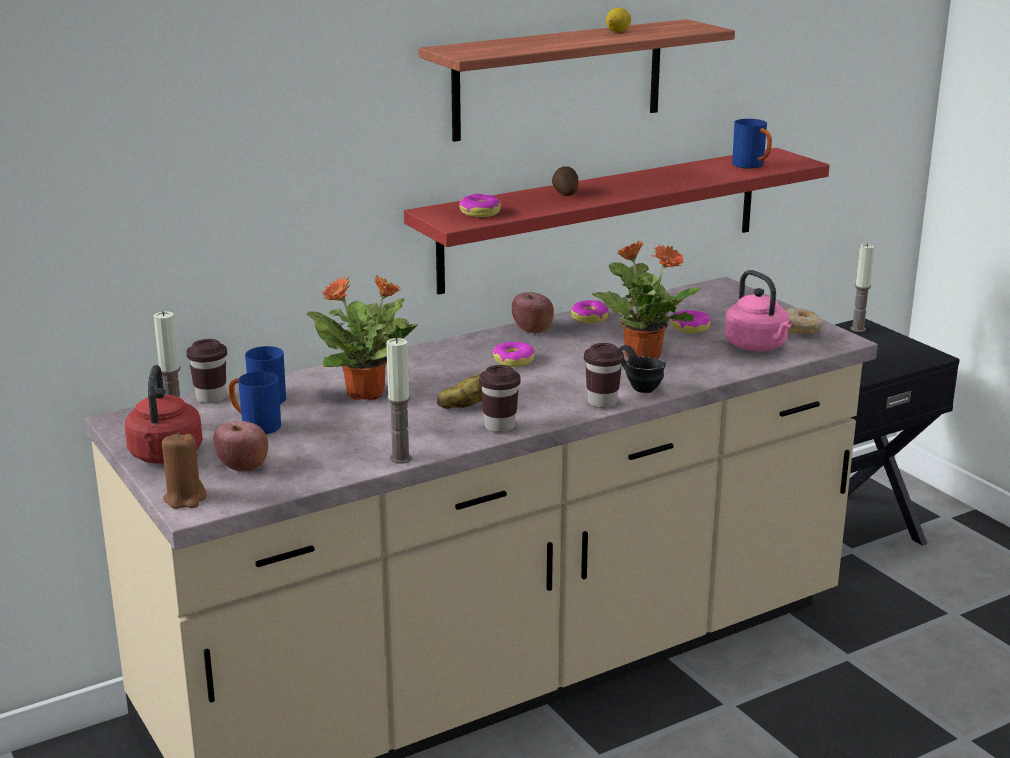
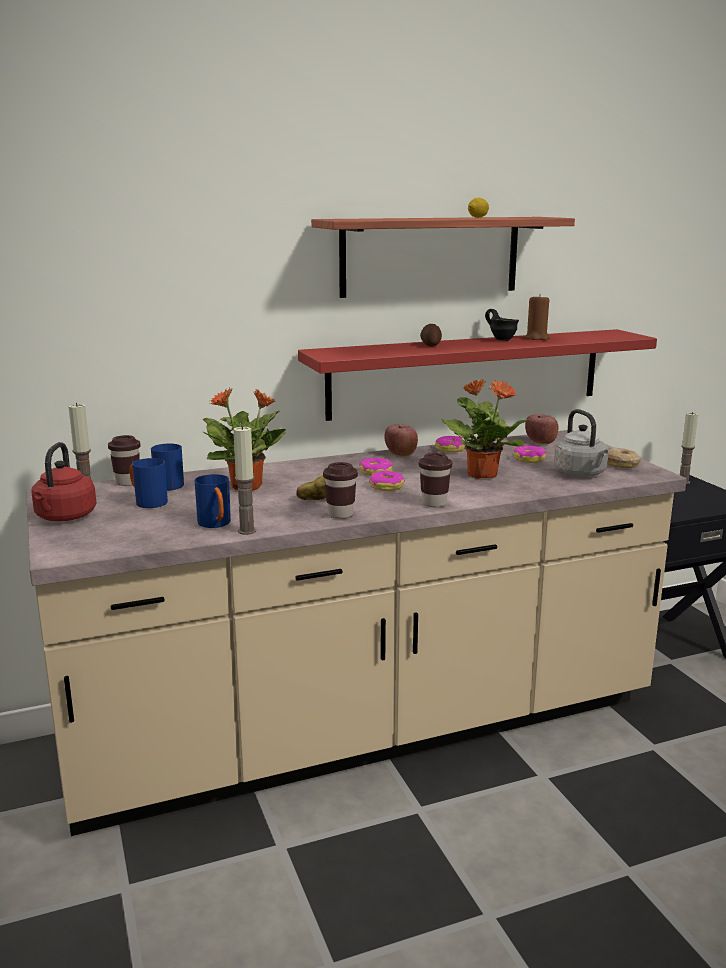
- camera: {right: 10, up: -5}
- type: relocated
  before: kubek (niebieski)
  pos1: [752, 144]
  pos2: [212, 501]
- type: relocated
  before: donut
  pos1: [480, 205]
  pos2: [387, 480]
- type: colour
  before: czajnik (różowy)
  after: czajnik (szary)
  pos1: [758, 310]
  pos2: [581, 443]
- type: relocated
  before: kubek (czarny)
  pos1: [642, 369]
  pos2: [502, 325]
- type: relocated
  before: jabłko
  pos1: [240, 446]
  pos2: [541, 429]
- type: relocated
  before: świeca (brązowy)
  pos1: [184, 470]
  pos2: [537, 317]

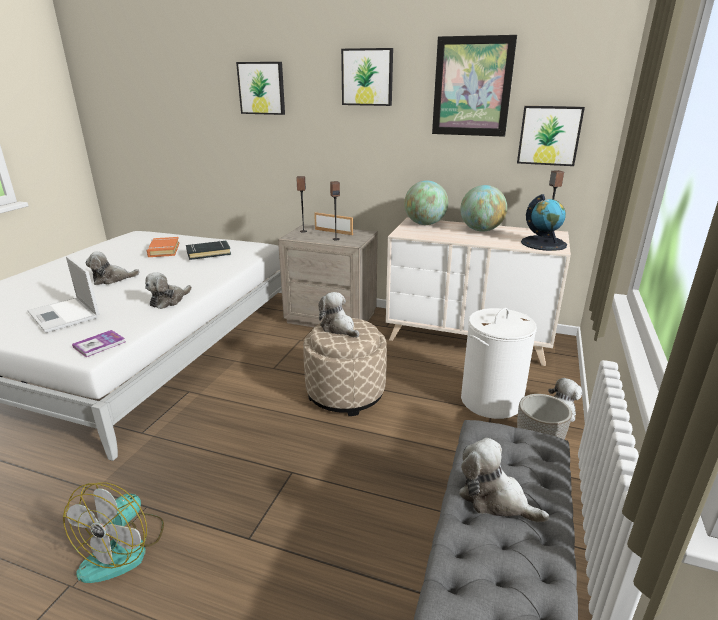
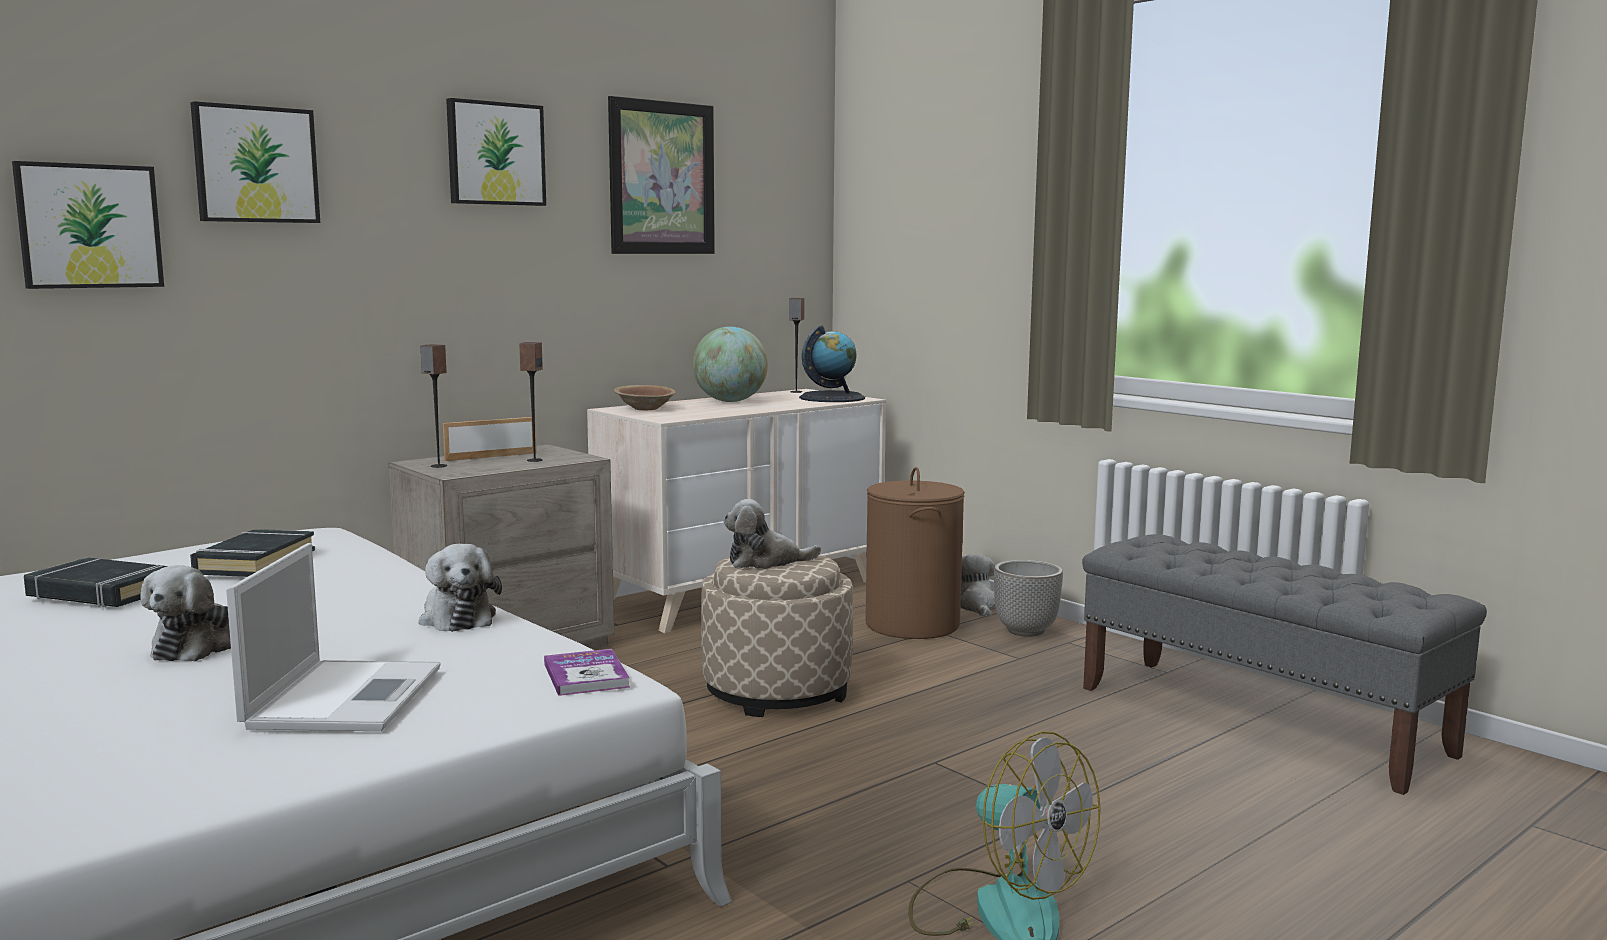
- camera: {right: -60, up: -15}
- type: relocated
  before: obraz
  pos1: [551, 136]
  pos2: [88, 225]
- type: exchanged
  before: globus
  after: miska (brązowy)
  pos1: [426, 203]
  pos2: [645, 397]
- type: colour
  before: książka (pomarańczowy)
  after: książka (czarny)
  pos1: [163, 247]
  pos2: [95, 582]
- type: spun
  before: laptop
  pos1: [63, 294]
  pos2: [333, 637]
  turn: -75
- type: colour
  before: kosz na pranie (biały)
  after: kosz na pranie (brązowy)
  pos1: [499, 363]
  pos2: [915, 553]
- type: missing
  before: pluszak
  pos1: [504, 480]

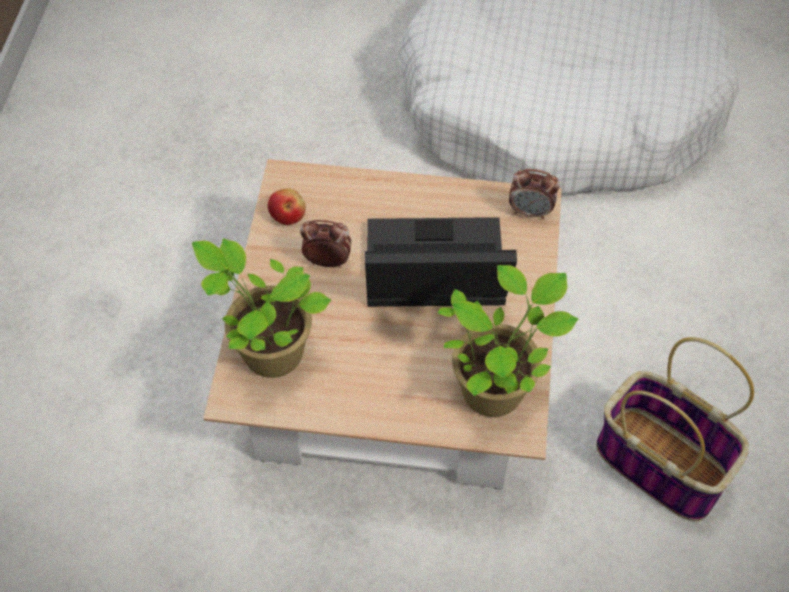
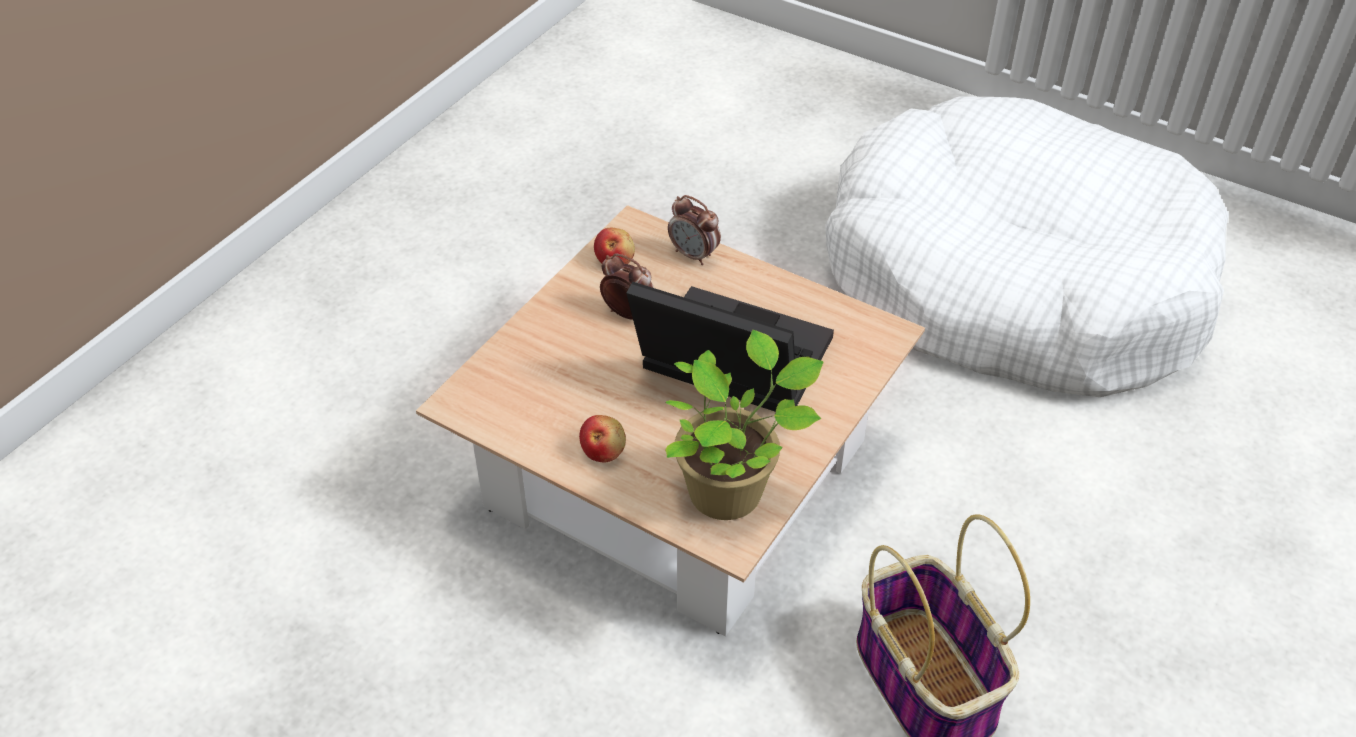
- camera: {right: 25, up: -10}
- type: relocated
  before: budzik
  pos1: [534, 194]
  pos2: [694, 230]
- type: missing
  before: roślina doniczkowa
  pos1: [261, 308]
- type: appeared
  after: jabłko
  pos2: [602, 439]

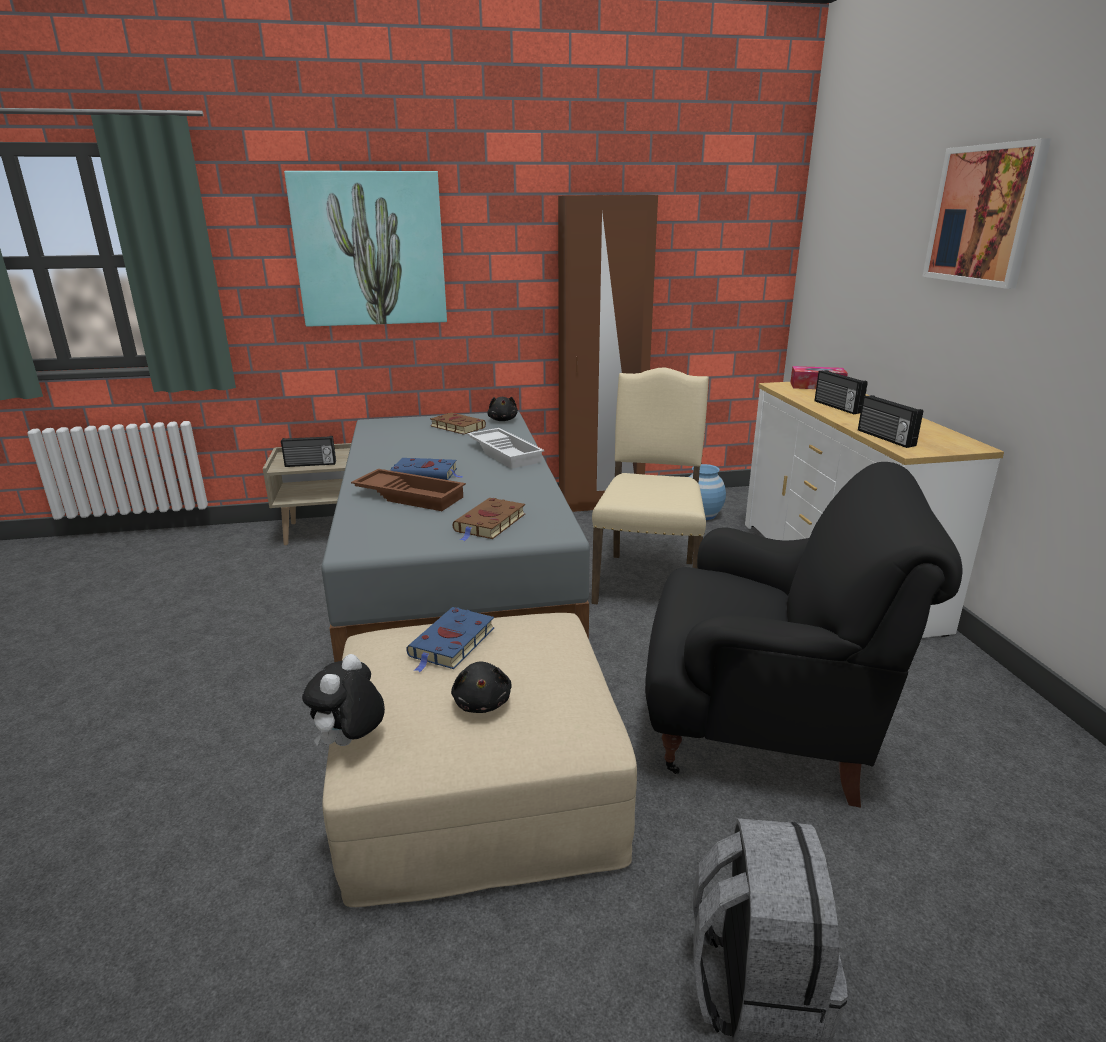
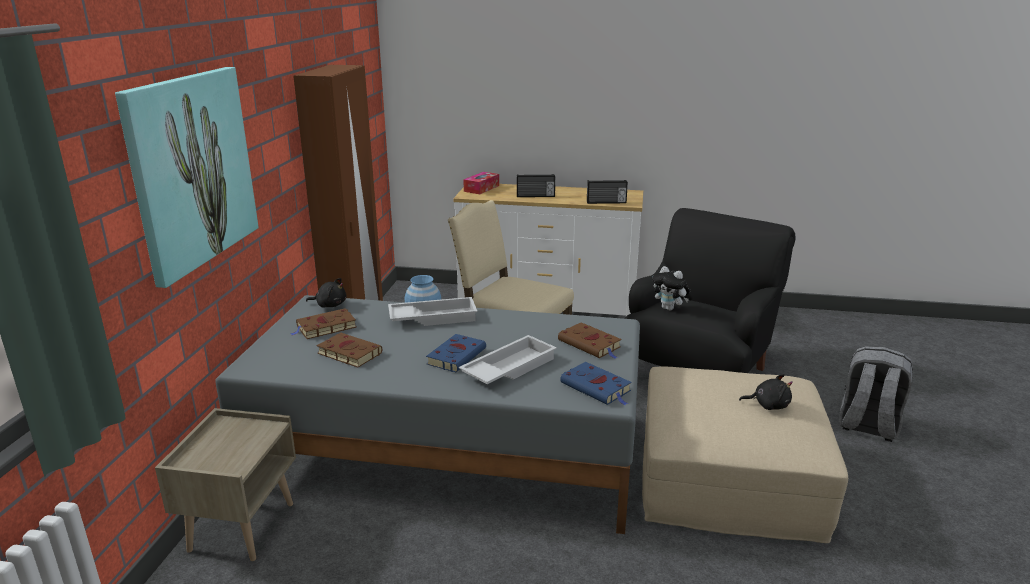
- camera: {right: -70, up: 0}
- type: missing
  before: obraz
  pos1: [986, 213]
- type: missing
  before: radio
  pos1: [308, 451]
- type: colour
  before: taca (brązowy)
  after: taca (biały)
  pos1: [408, 490]
  pos2: [508, 359]
- type: relocated
  before: książka (niebieski)
  pos1: [450, 639]
  pos2: [595, 383]
- type: relocated
  before: pluszak
  pos1: [343, 700]
  pos2: [671, 288]
- type: appeared
  after: książka (brązowy)
  pos2: [349, 350]

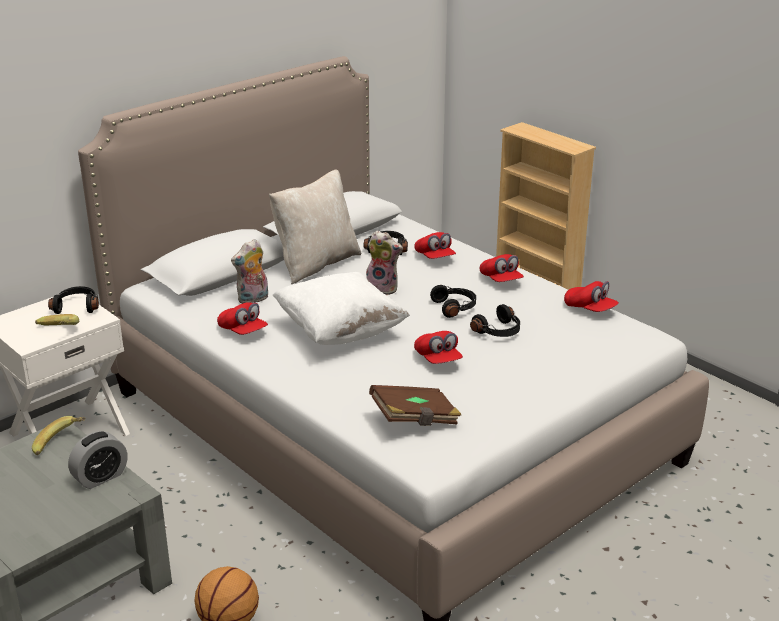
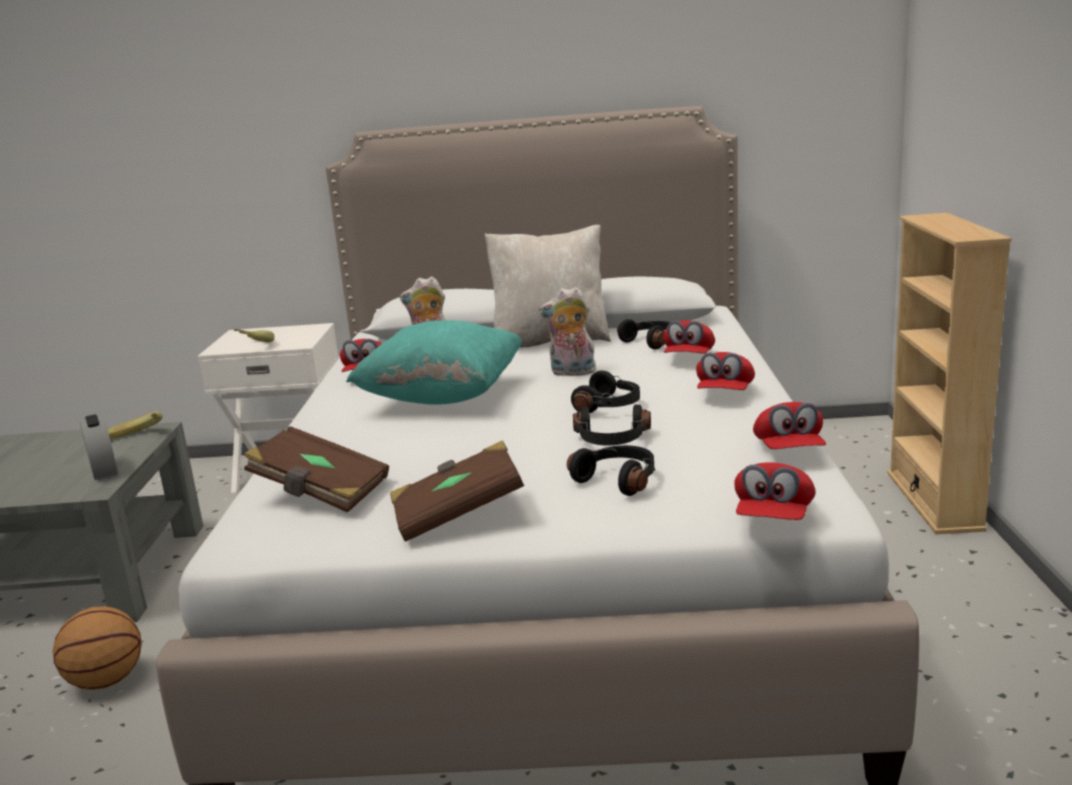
- camera: {right: 45, up: -10}
- type: spun
  before: pluszak
  pos1: [384, 263]
  pos2: [568, 331]
  turn: 120
- type: colour
  before: poduszka (biały)
  after: poduszka (turkusowy)
  pos1: [341, 308]
  pos2: [434, 362]
- type: relocated
  before: słuchawki (czarny)
  pos1: [73, 300]
  pos2: [611, 470]
- type: relocated
  before: czapka z daszkiem (czerwony)
  pos1: [438, 347]
  pos2: [775, 491]
- type: spun
  before: budzik
  pos1: [97, 460]
  pos2: [99, 447]
  turn: -120
- type: appeared
  after: książka (brązowy)
  pos2: [457, 491]

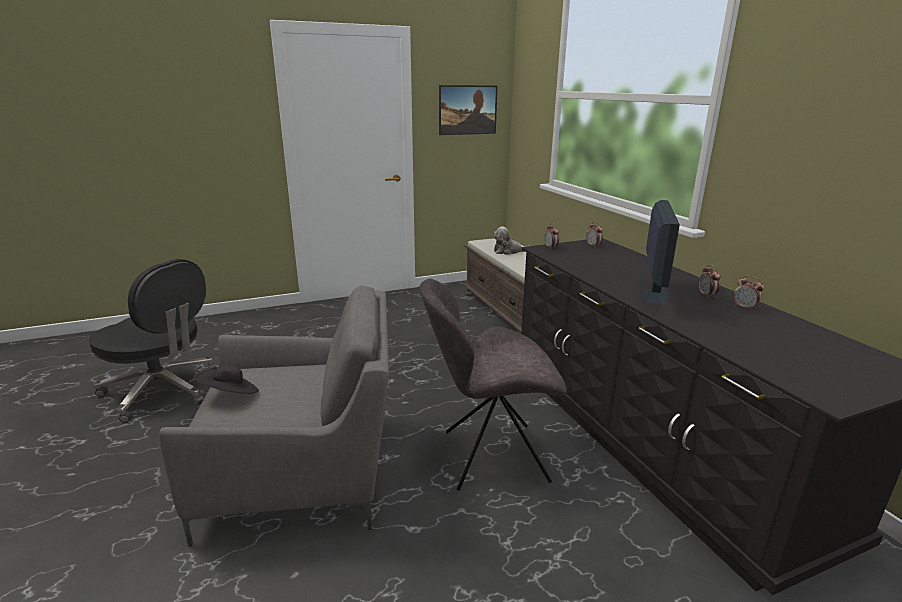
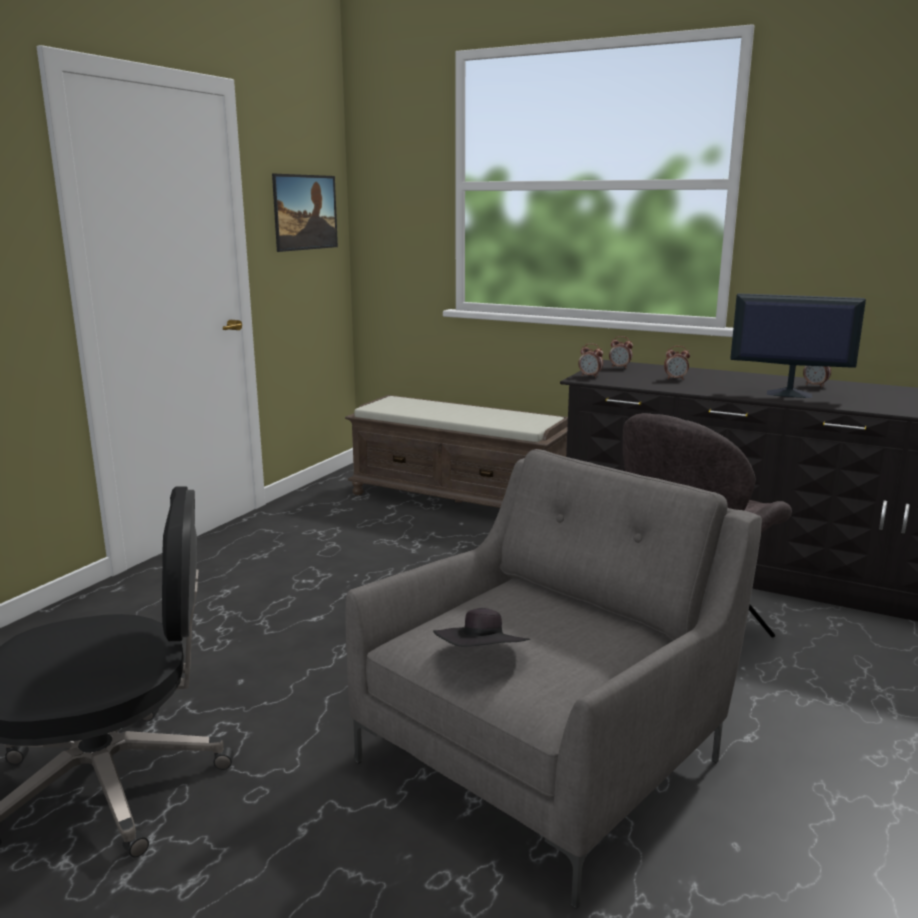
- camera: {right: -40, up: -5}
- type: spun
  before: monitor
  pos1: [661, 252]
  pos2: [798, 345]
  turn: -45
- type: missing
  before: pluszak
  pos1: [510, 240]
- type: relocated
  before: budzik
  pos1: [748, 293]
  pos2: [677, 363]

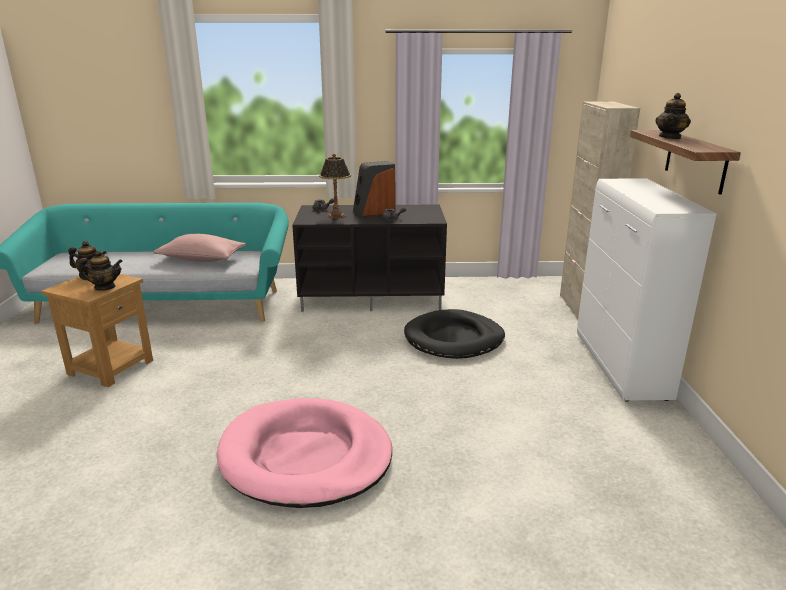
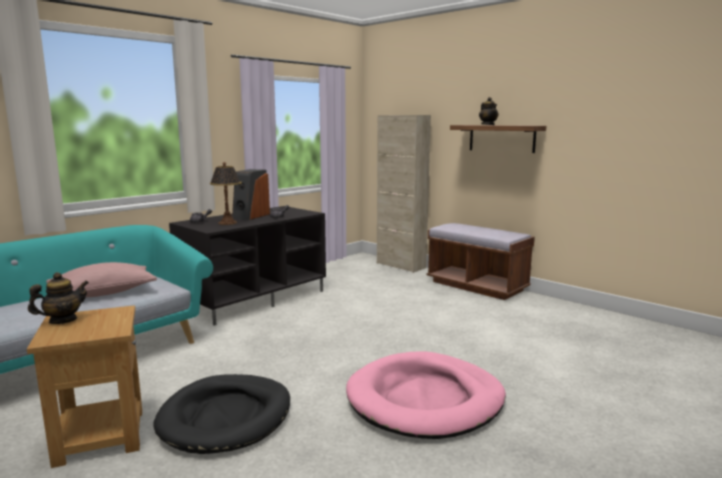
- camera: {right: -45, up: -10}
- type: exchanged
  before: szafka (biały)
  after: ławka (brązowy)
  pos1: [647, 290]
  pos2: [481, 261]
- type: missing
  before: imbryk
  pos1: [101, 270]
- type: relocated
  before: legowisko (czarny)
  pos1: [454, 334]
  pos2: [221, 414]

